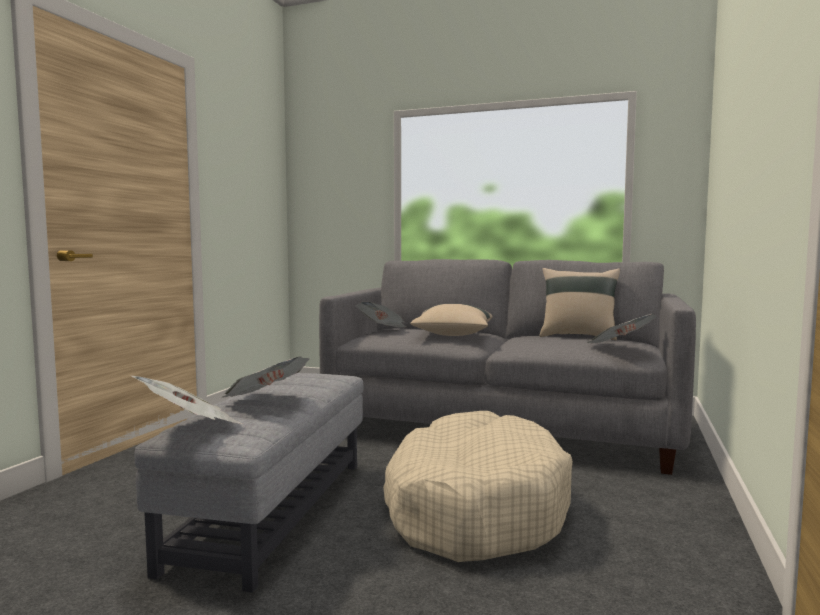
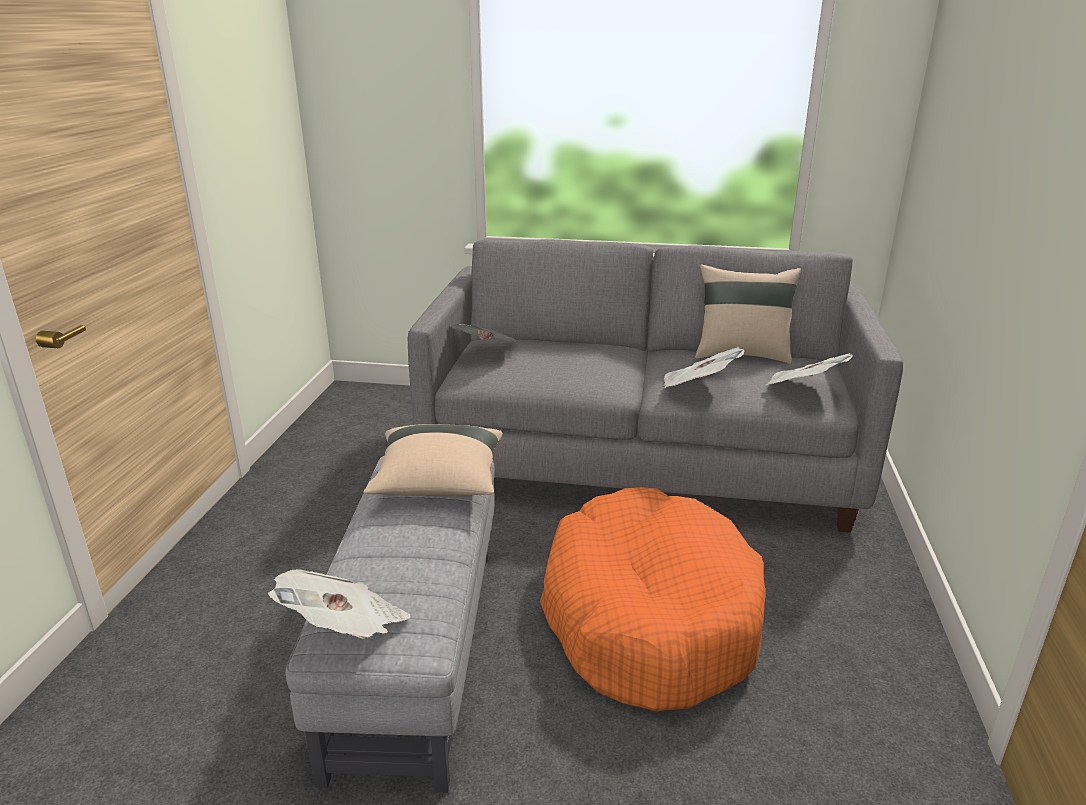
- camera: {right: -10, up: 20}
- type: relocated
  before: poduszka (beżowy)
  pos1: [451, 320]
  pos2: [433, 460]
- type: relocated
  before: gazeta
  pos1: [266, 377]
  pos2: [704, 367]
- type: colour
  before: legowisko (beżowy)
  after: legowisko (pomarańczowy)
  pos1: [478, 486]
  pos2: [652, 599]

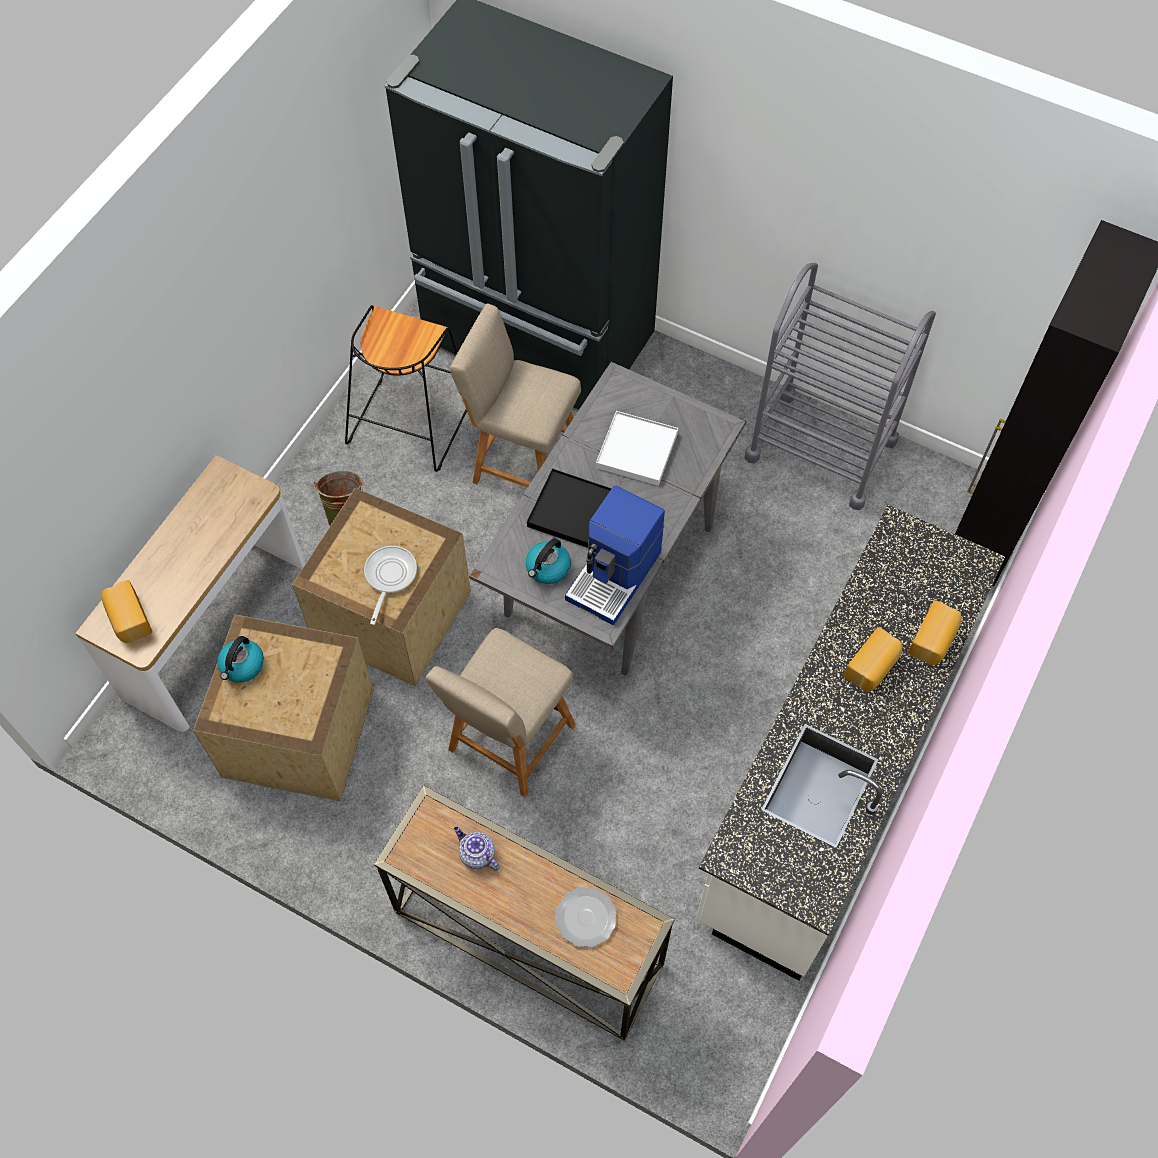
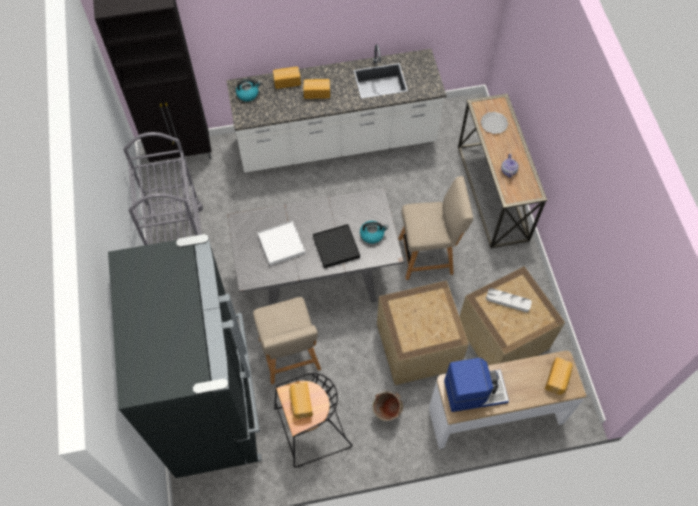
- camera: {right: -130, up: 0}
- type: relocated
  before: ekspres do kawy
  pos1: [615, 555]
  pos2: [476, 385]
- type: missing
  before: patelnia
  pos1: [390, 585]
- type: relocated
  before: czajnik
  pos1: [240, 659]
  pos2: [248, 90]
- type: appeared
  after: taca (szary)
  pos2: [509, 300]
- type: appeared
  after: chleb
  pos2: [301, 400]

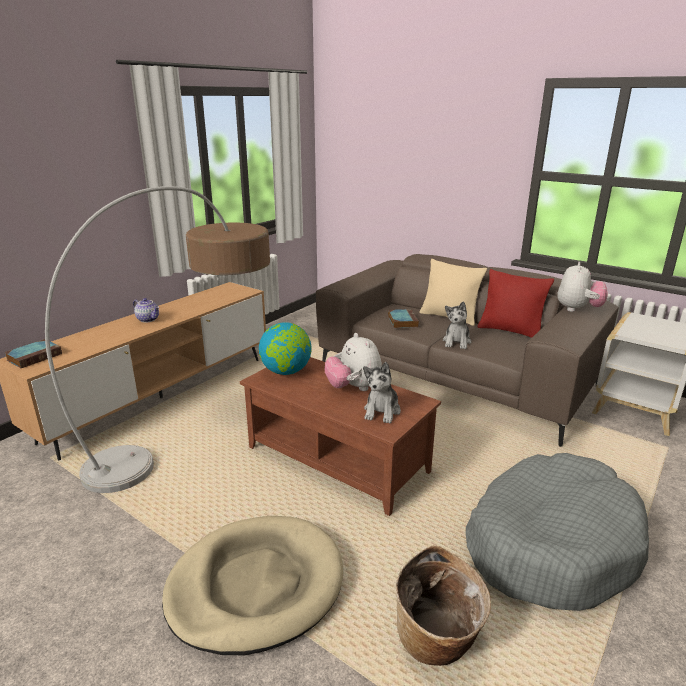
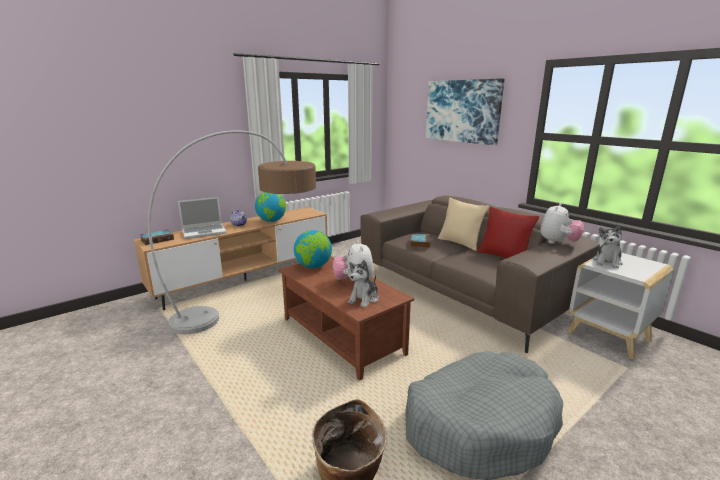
- camera: {right: 15, up: -5}
- type: relocated
  before: pluszak
  pos1: [457, 325]
  pos2: [608, 246]
- type: missing
  before: legowisko (beżowy)
  pos1: [252, 585]
- type: appeared
  after: obraz
  pos2: [465, 111]
- type: appeared
  after: globus
  pos2: [270, 207]
- type: appeared
  after: laptop
  pos2: [202, 218]

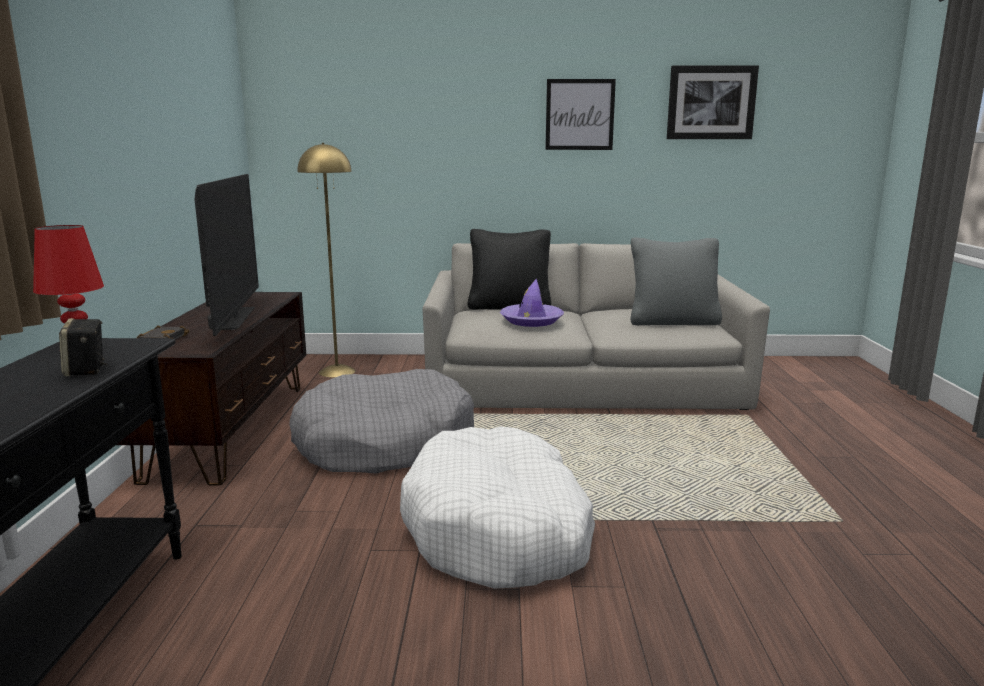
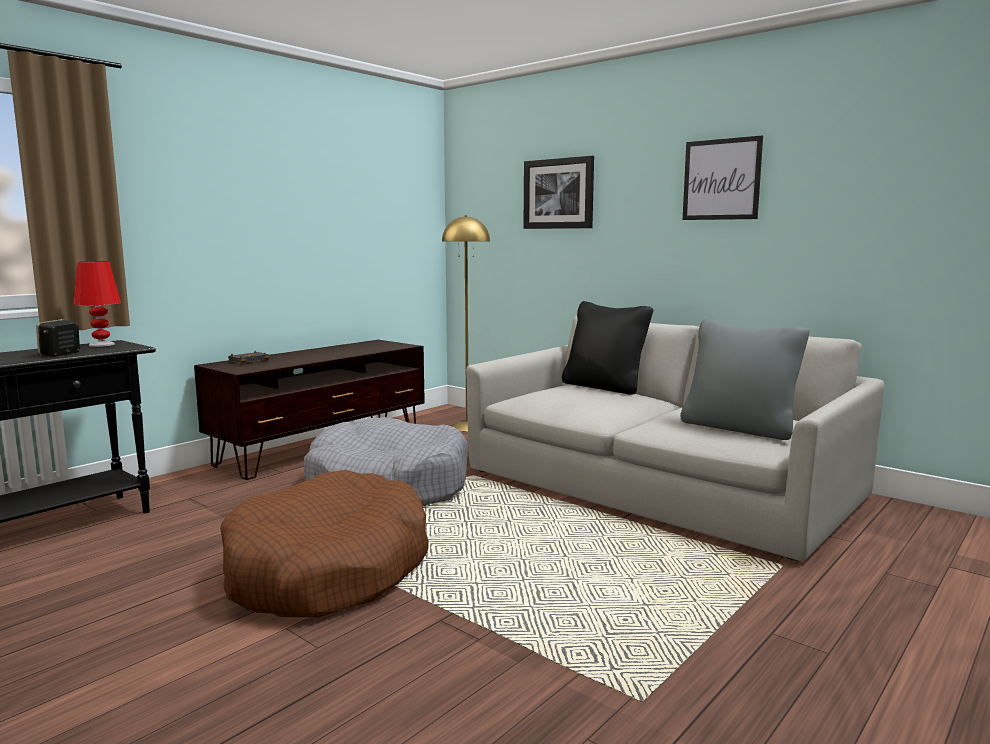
- camera: {right: 40, up: -5}
- type: relocated
  before: obraz
  pos1: [713, 102]
  pos2: [558, 192]
- type: missing
  before: telewizor
  pos1: [226, 255]
- type: missing
  before: kapelusz (fioletowy)
  pos1: [532, 302]
- type: colour
  before: legowisko (biały)
  after: legowisko (brązowy)
  pos1: [497, 507]
  pos2: [324, 544]

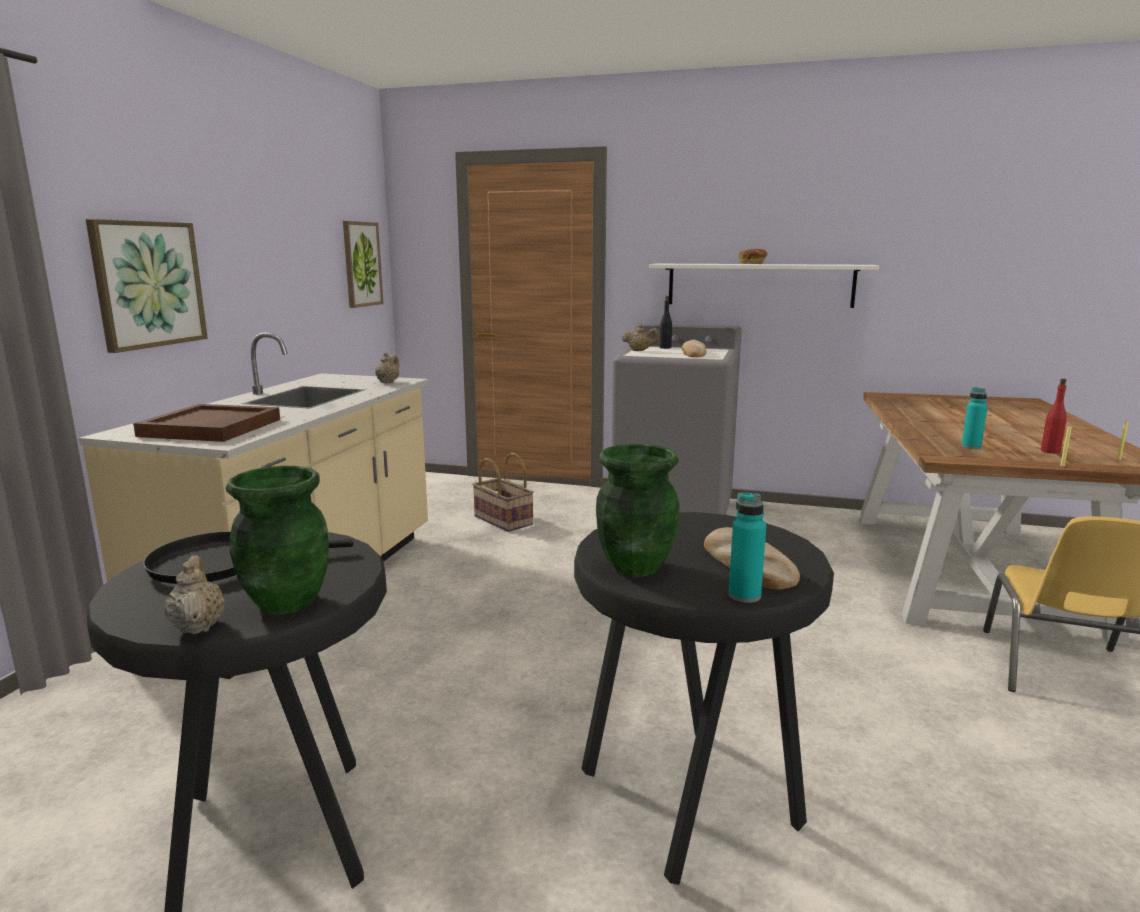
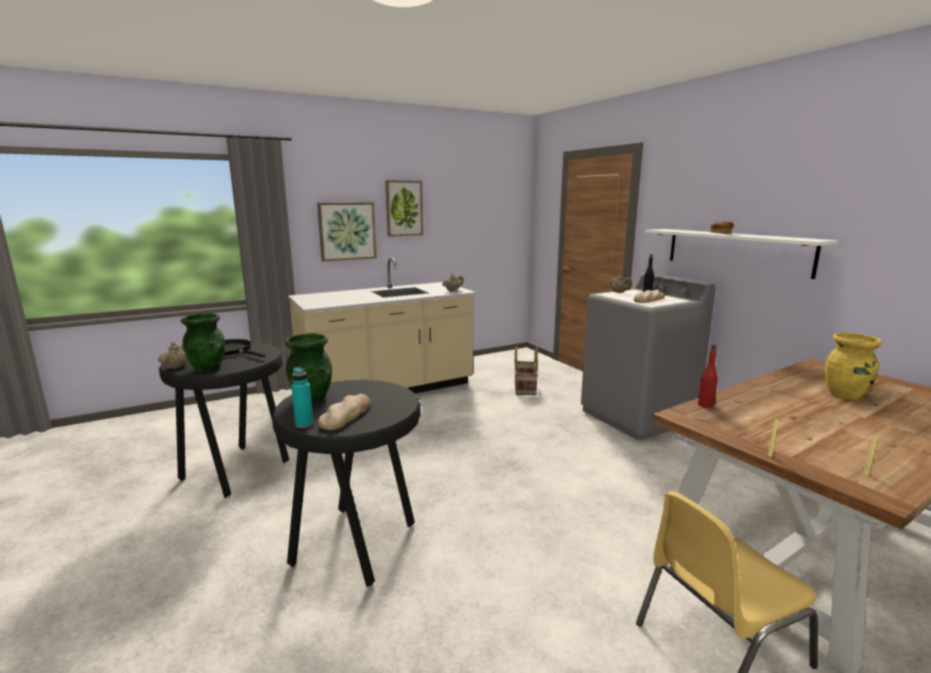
- camera: {right: 45, up: 0}
- type: relocated
  before: obraz
  pos1: [363, 264]
  pos2: [404, 208]
- type: relocated
  before: butelka (czerwony)
  pos1: [1054, 416]
  pos2: [708, 376]
- type: missing
  before: butelka (turkusowy)
  pos1: [974, 418]
- type: missing
  before: taca (brązowy)
  pos1: [206, 423]
- type: appeared
  after: wazon (żółty)
  pos2: [853, 366]

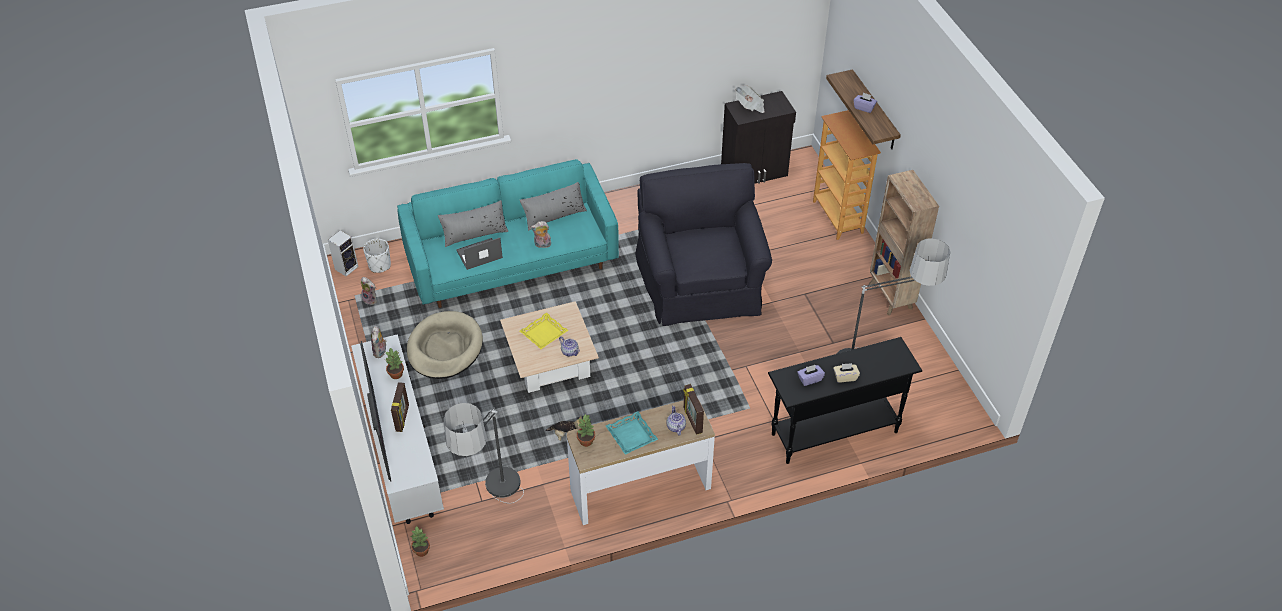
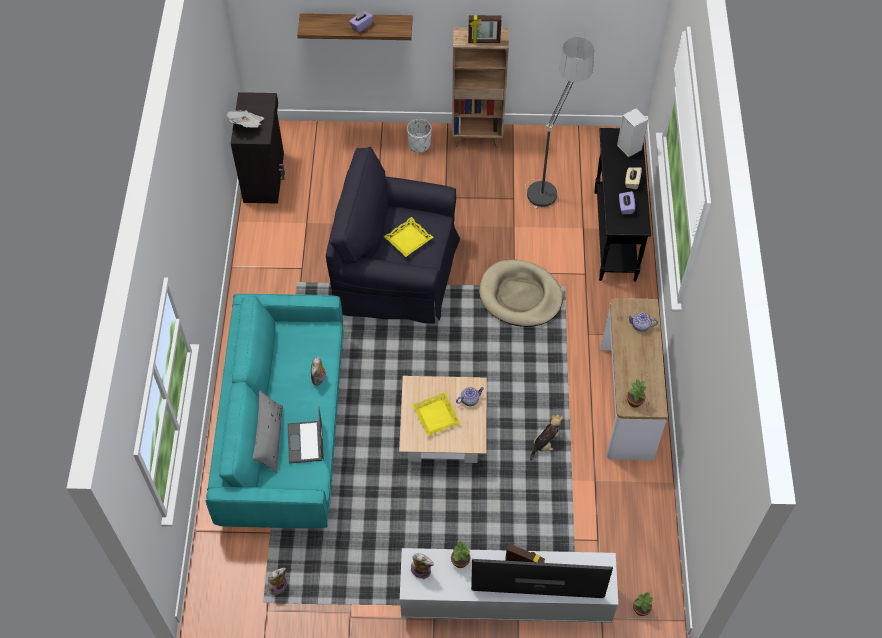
- camera: {right: -70, up: 10}
- type: missing
  before: regał
  pos1: [847, 175]
- type: missing
  before: poduszka (szary)
  pos1: [553, 206]
- type: relocated
  before: głośnik
  pos1: [343, 253]
  pos2: [632, 132]
- type: relocated
  before: donica (biały)
  pos1: [377, 256]
  pos2: [419, 136]
- type: relocated
  before: legowisko (beżowy)
  pos1: [445, 345]
  pos2: [521, 293]
- type: relocated
  before: ramka na zdjęcie
  pos1: [693, 409]
  pos2: [484, 29]
- type: missing
  before: lampa stojąca
  pos1: [484, 453]
- type: missing
  before: taca (turkusowy)
  pos1: [632, 433]
- type: appeared
  after: taca (żółty)
  pos2: [408, 237]

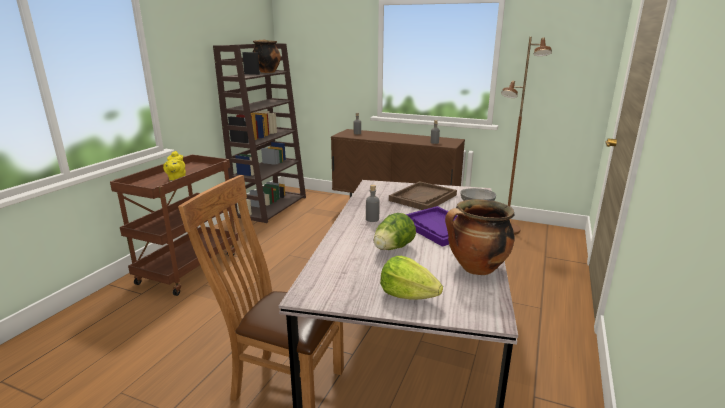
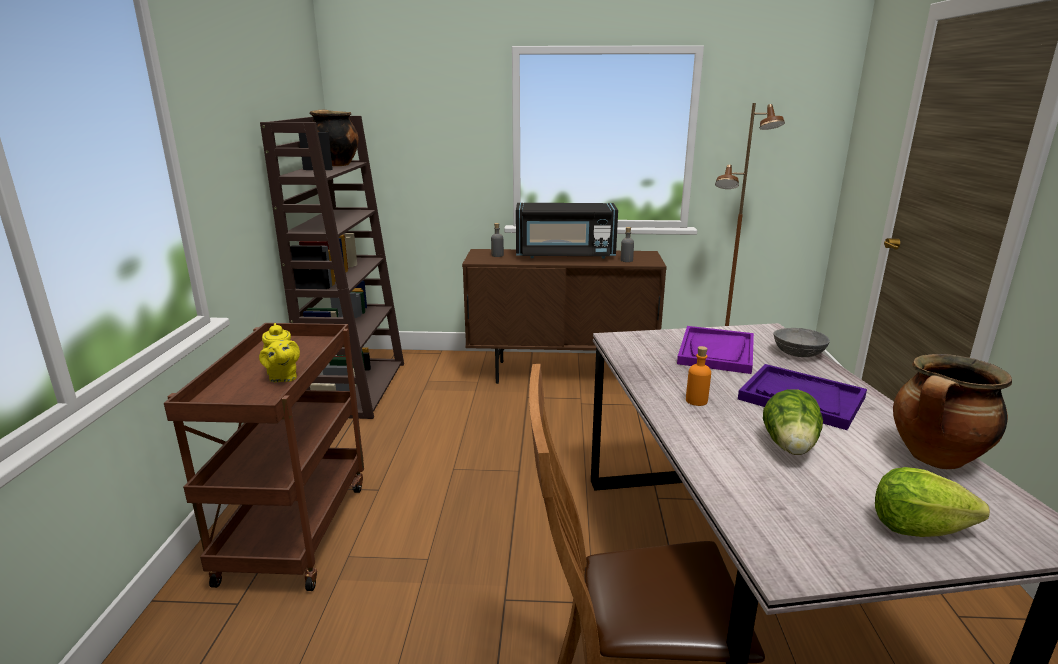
- camera: {right: -20, up: 0}
- type: colour
  before: taca (brązowy)
  after: taca (fioletowy)
  pos1: [423, 195]
  pos2: [715, 350]
- type: colour
  before: butelka (szary)
  after: butelka (pomarańczowy)
  pos1: [373, 203]
  pos2: [698, 376]
- type: appeared
  after: mikrofalówka (czarny)
  pos2: [567, 231]

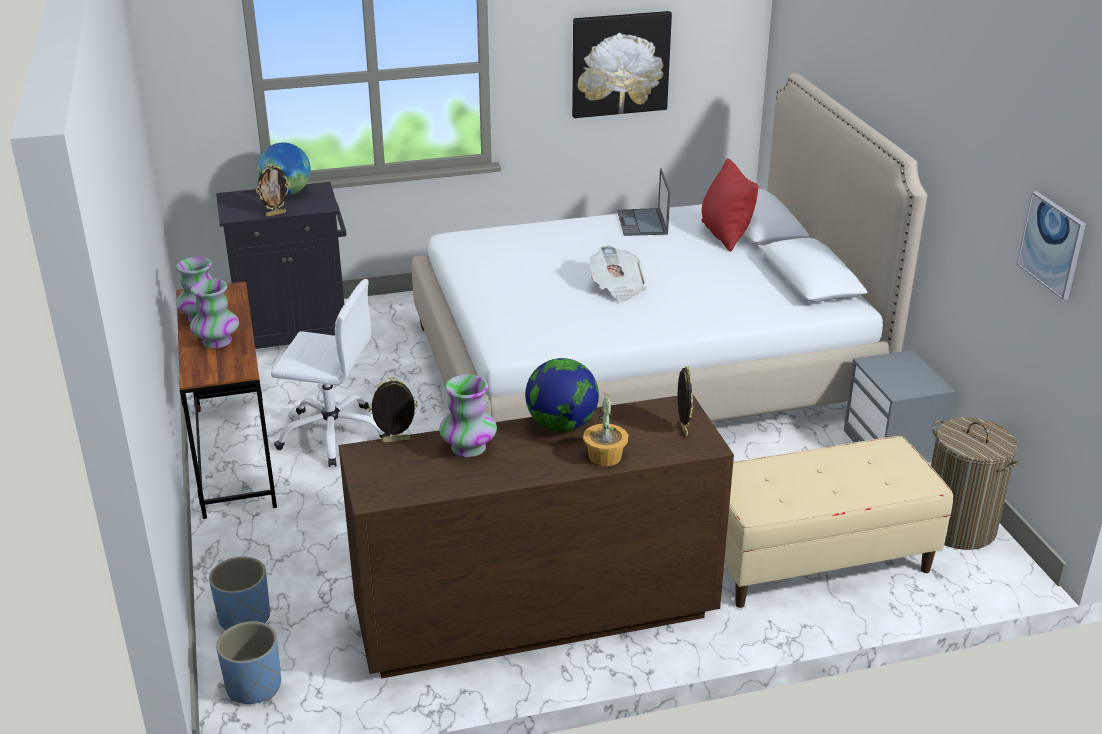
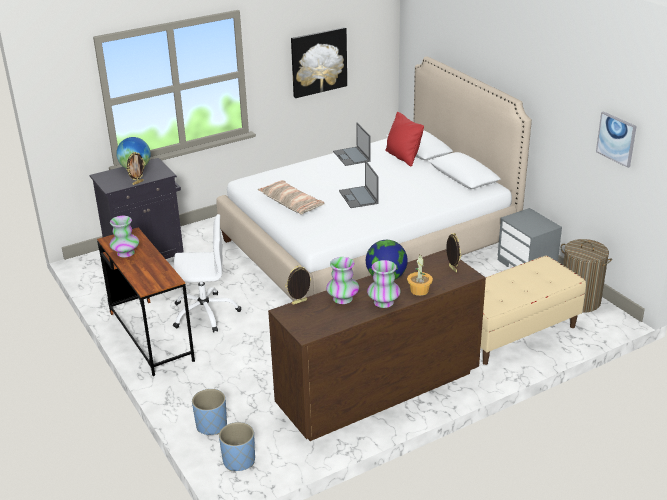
- camera: {right: -15, up: 0}
- type: exchanged
  before: gazeta
  after: laptop
  pos1: [617, 273]
  pos2: [359, 184]
- type: relocated
  before: wazon
  pos1: [214, 313]
  pos2: [384, 284]
- type: appeared
  after: poduszka
  pos2: [291, 197]

